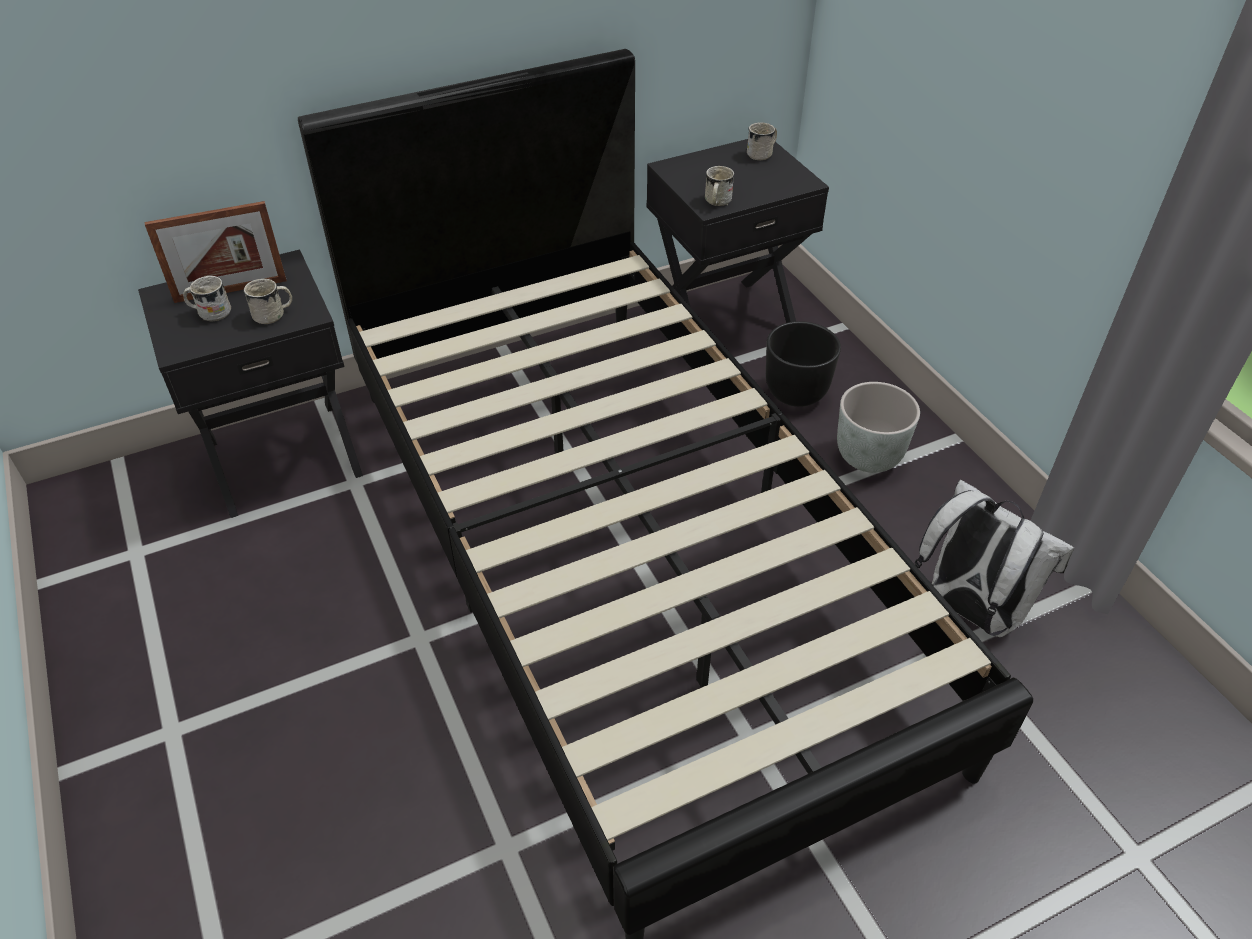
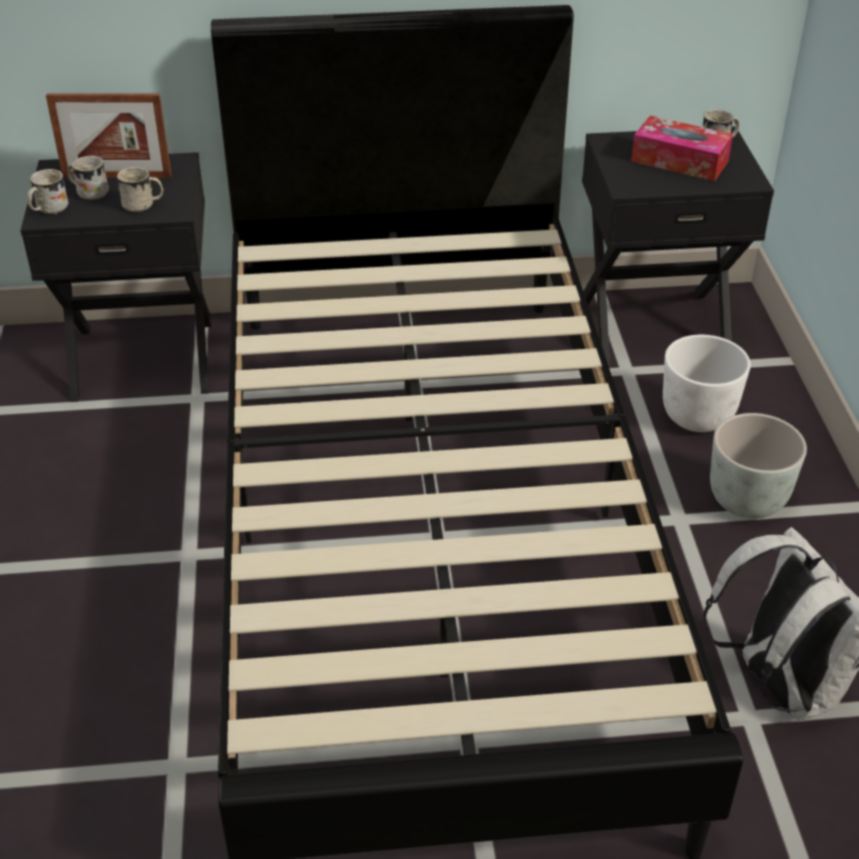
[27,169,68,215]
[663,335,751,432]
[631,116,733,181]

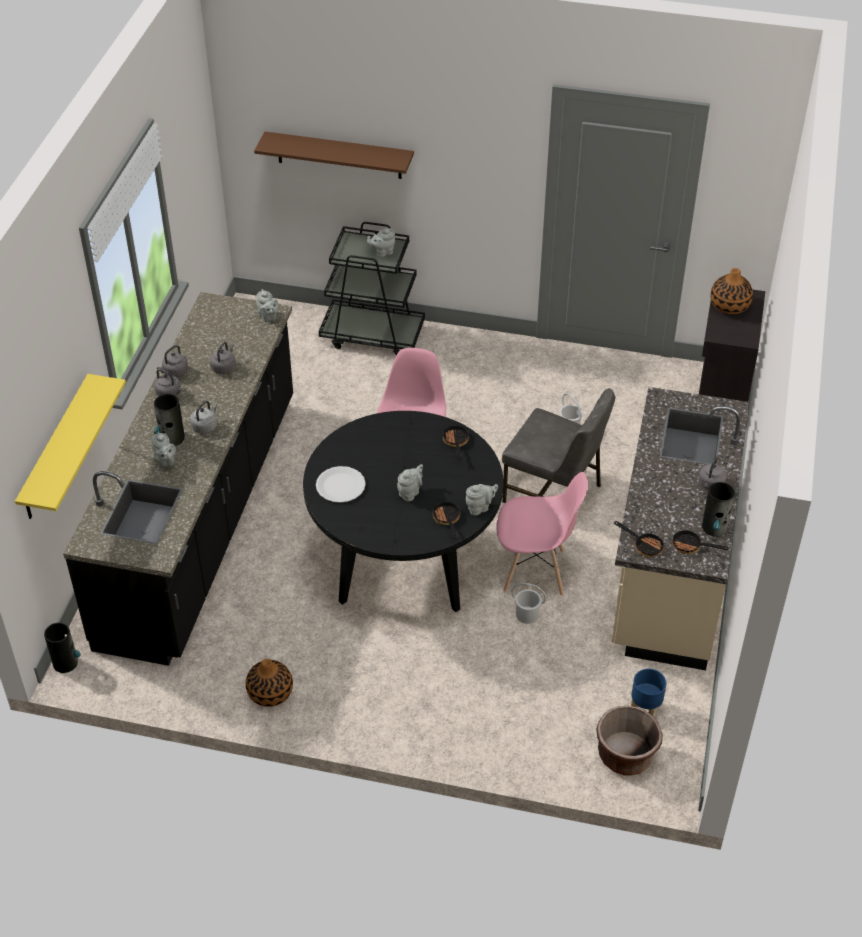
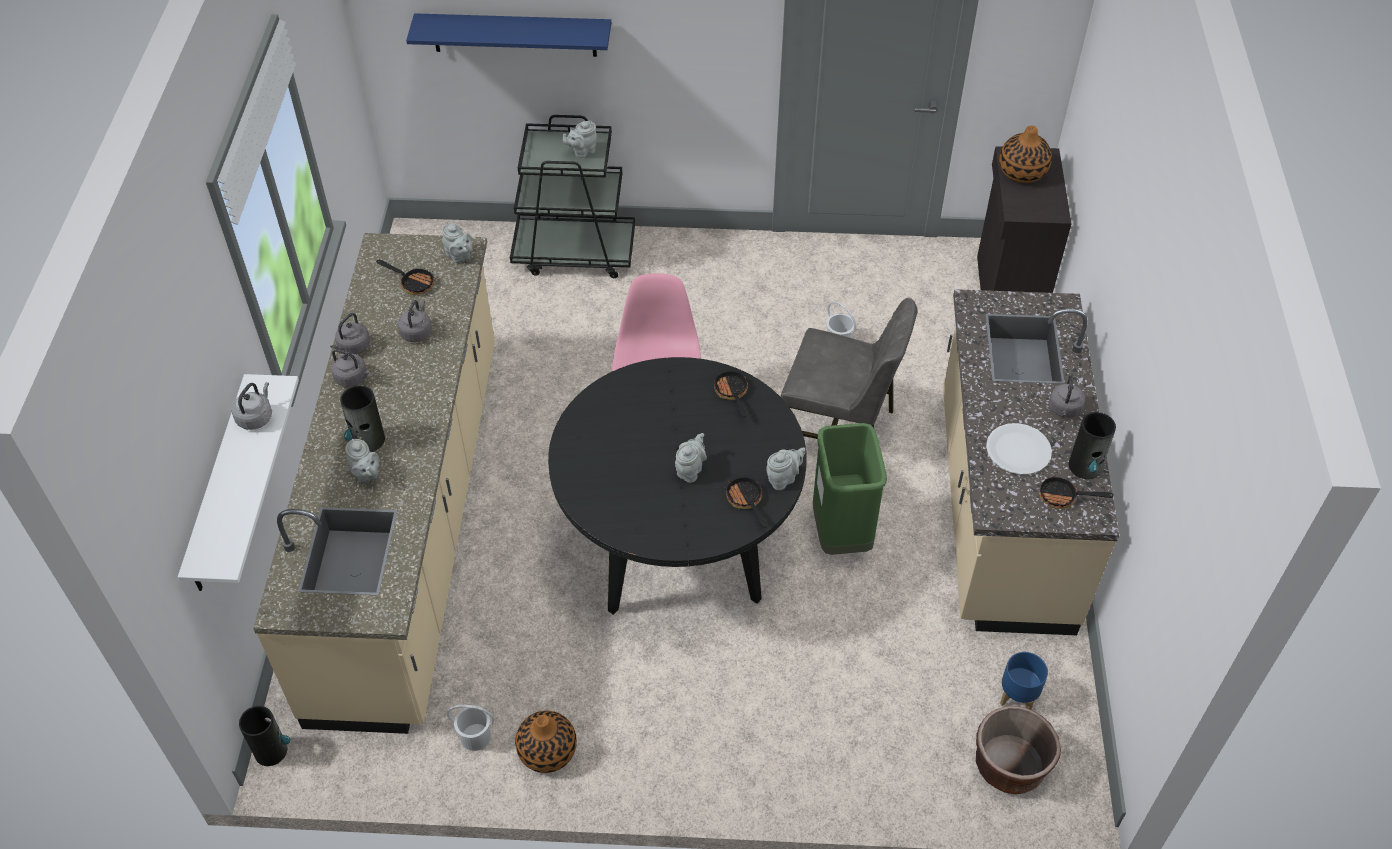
[406,13,611,57]
[253,233,495,734]
[178,374,299,591]
[231,382,272,430]
[986,423,1052,475]
[813,423,887,555]
[376,260,434,295]
[447,705,494,751]

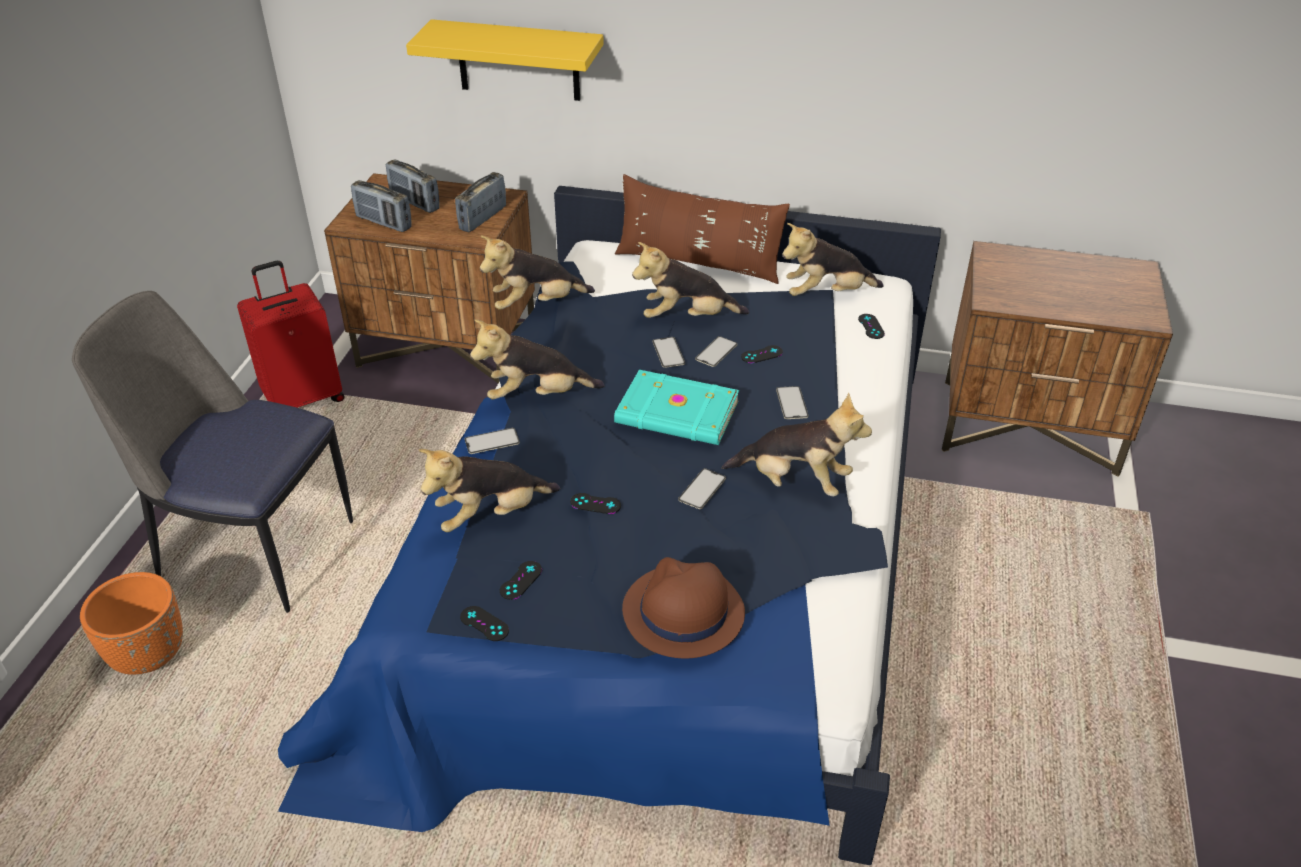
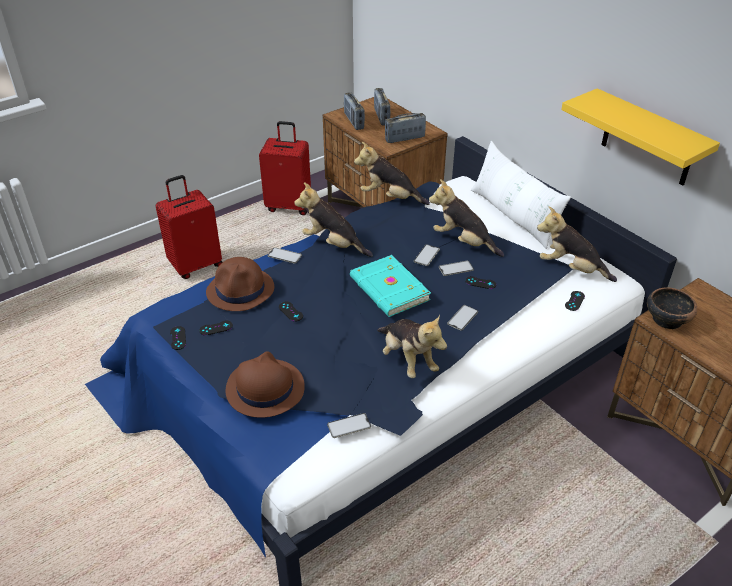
[561,88,720,186]
[471,141,571,249]
[156,175,223,279]
[206,257,274,311]
[327,413,371,438]
[80,572,183,675] (first image)
[647,287,697,329]

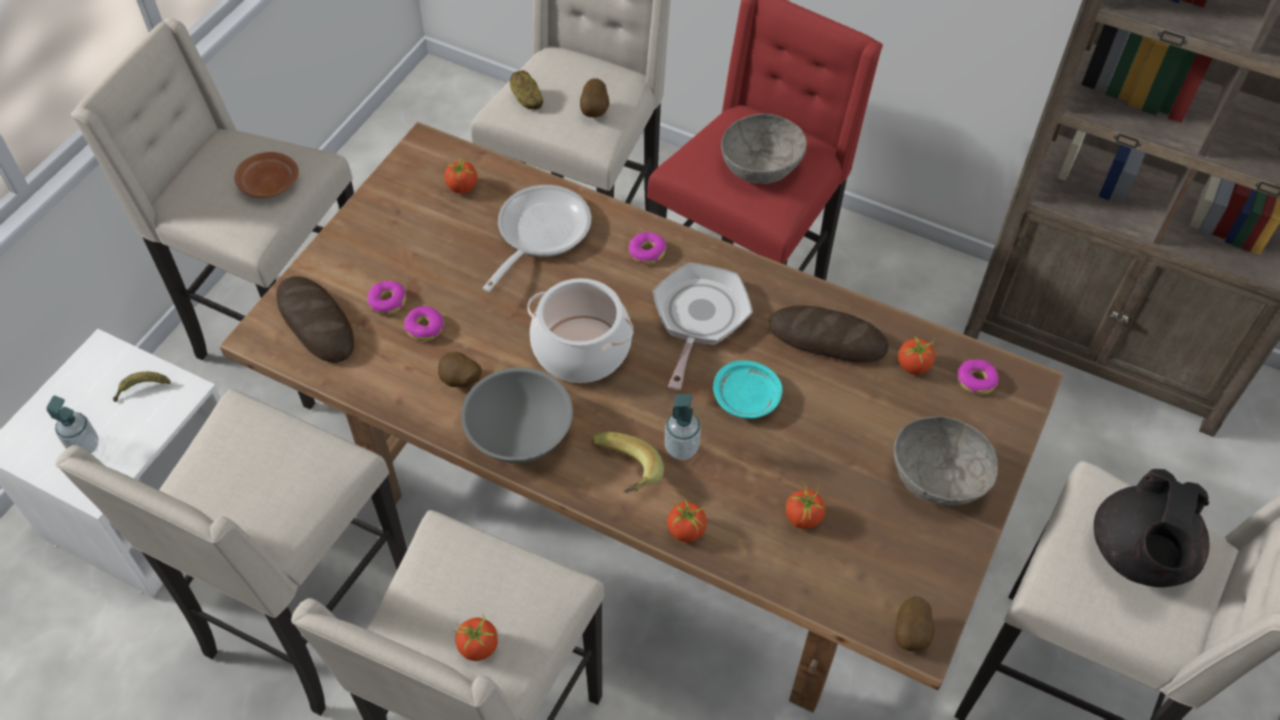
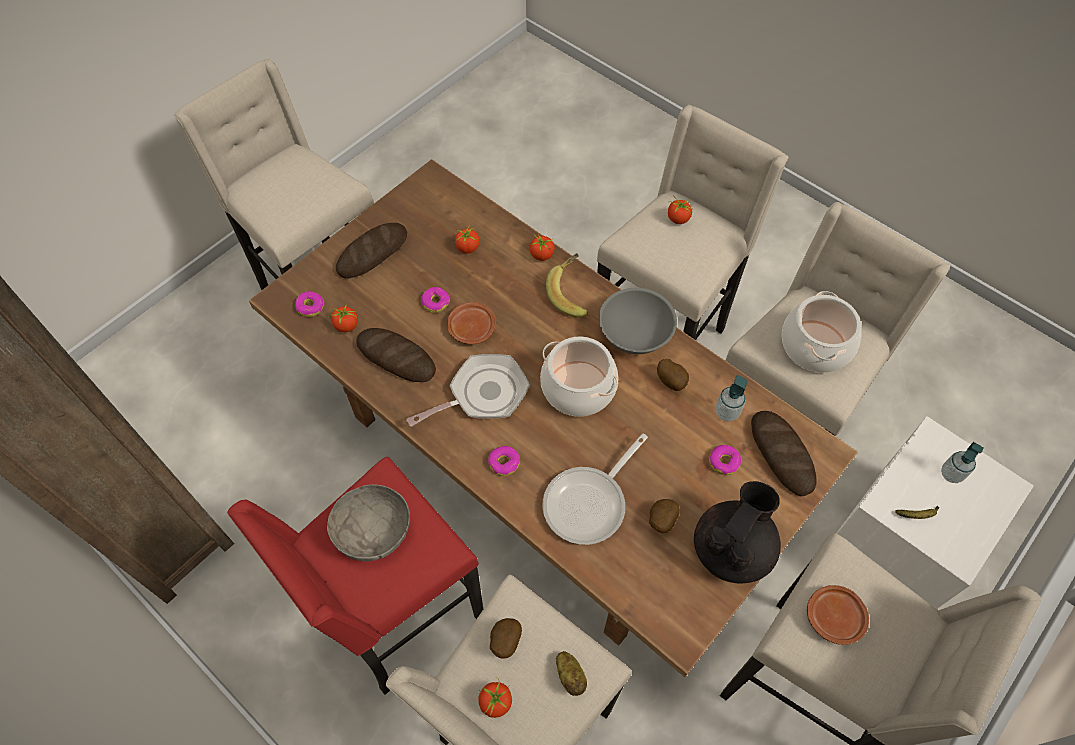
[478,677,512,718]
[406,354,530,427]
[421,287,450,313]
[447,302,496,344]
[715,375,748,422]
[336,223,407,279]
[694,481,781,584]
[649,499,680,533]
[782,291,861,373]

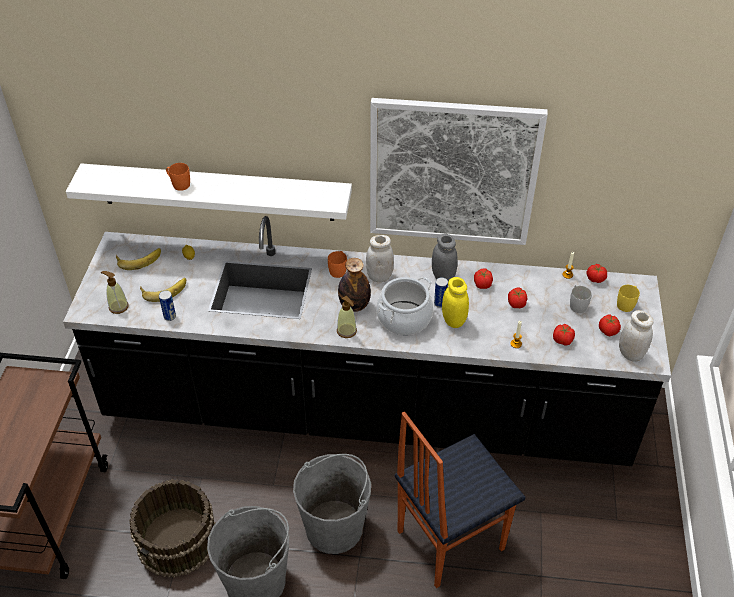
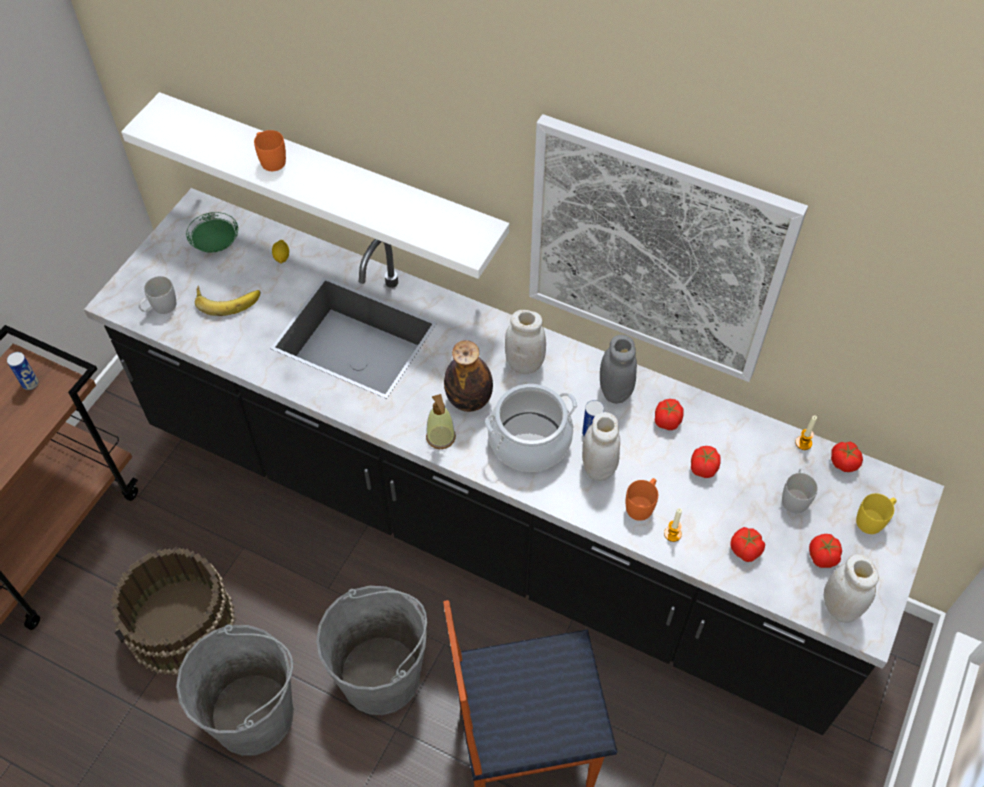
[186,212,238,253]
[626,478,658,521]
[139,276,176,314]
[582,412,620,481]
[7,352,38,390]

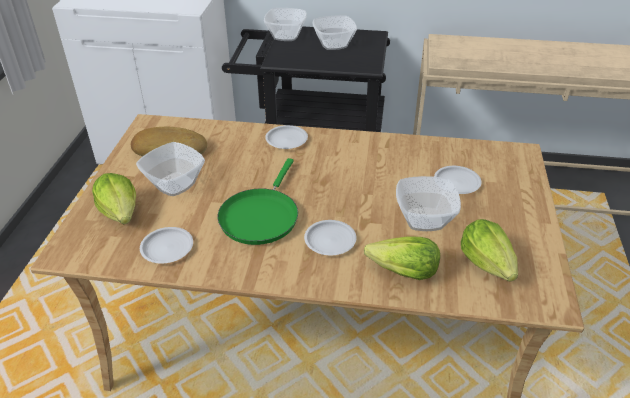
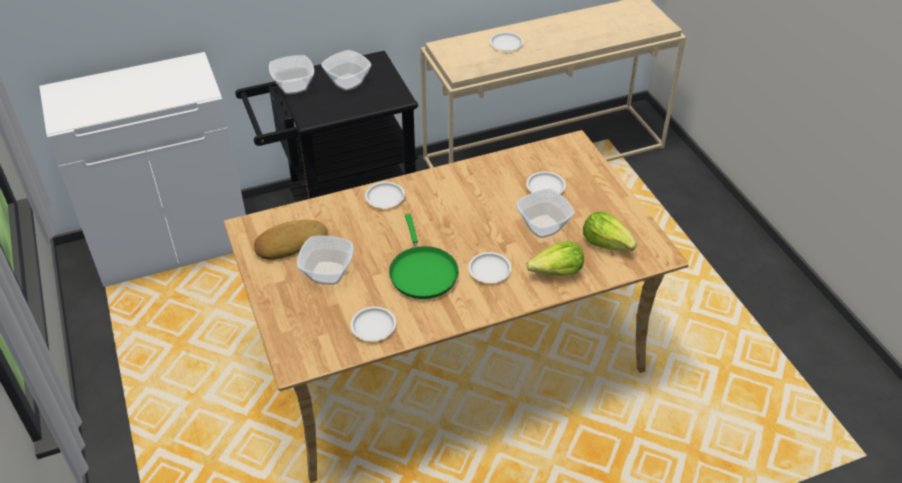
[92,173,136,224] (first image)
[490,32,523,51]

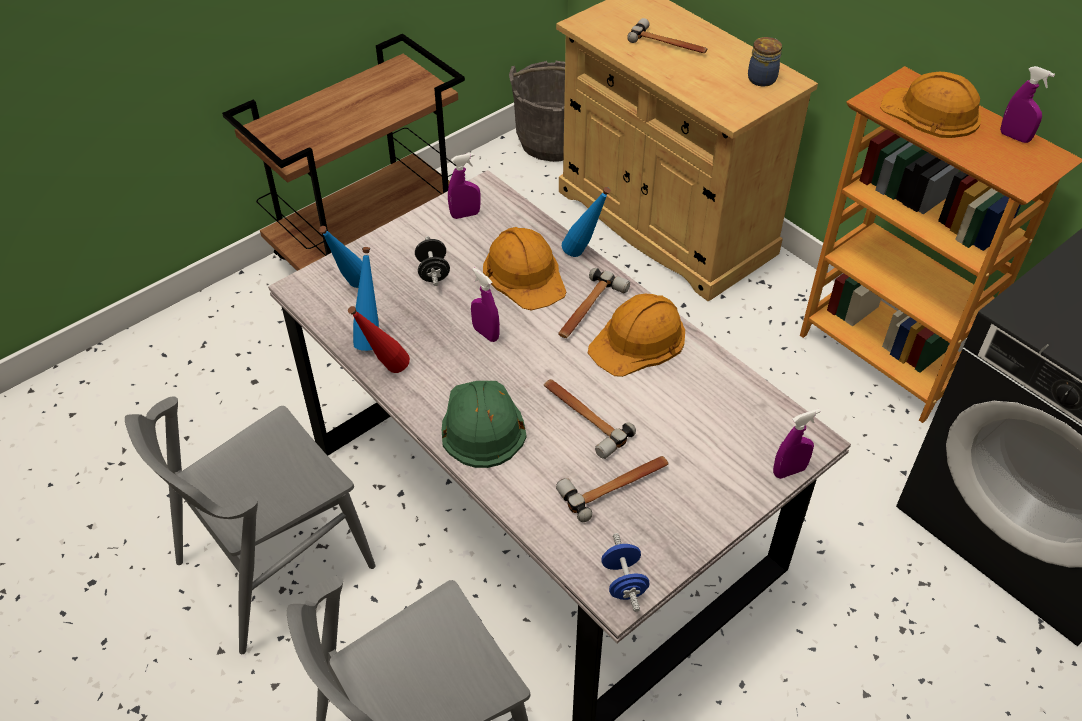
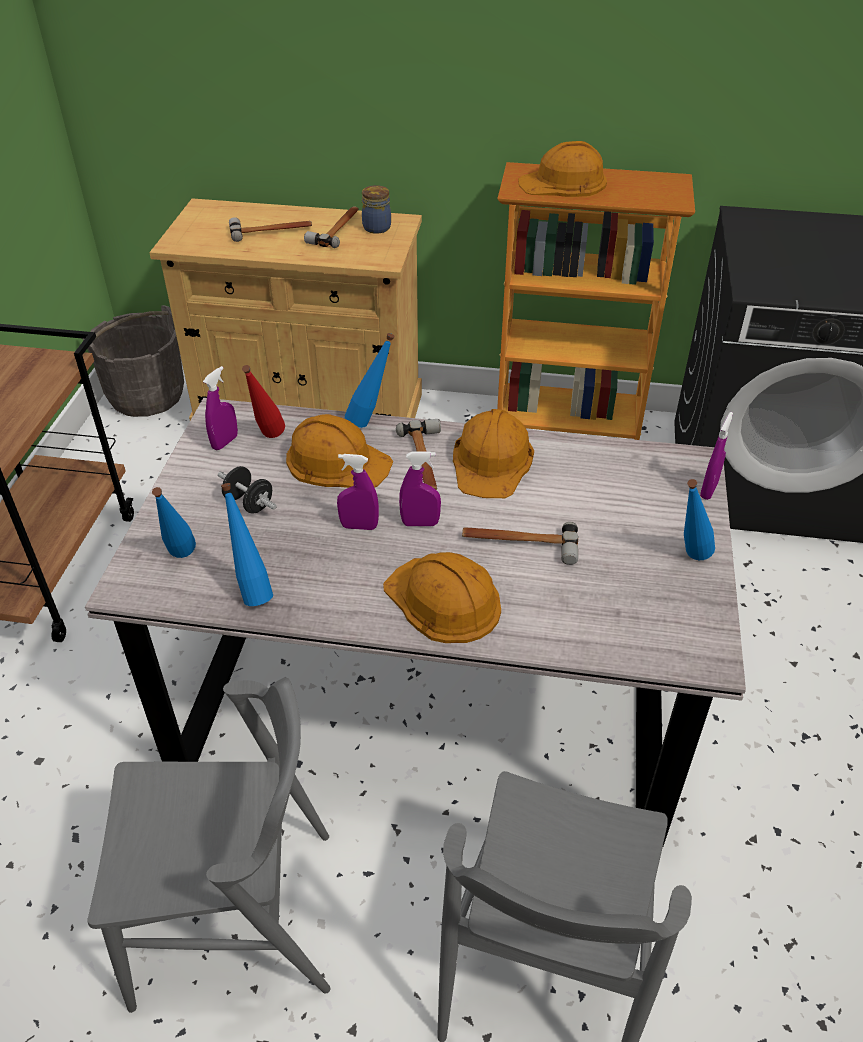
[399,451,441,526]
[242,365,285,438]
[383,552,501,643]
[87,677,331,1013]
[304,206,359,248]
[601,533,649,612] (first image)
[684,479,715,560]

